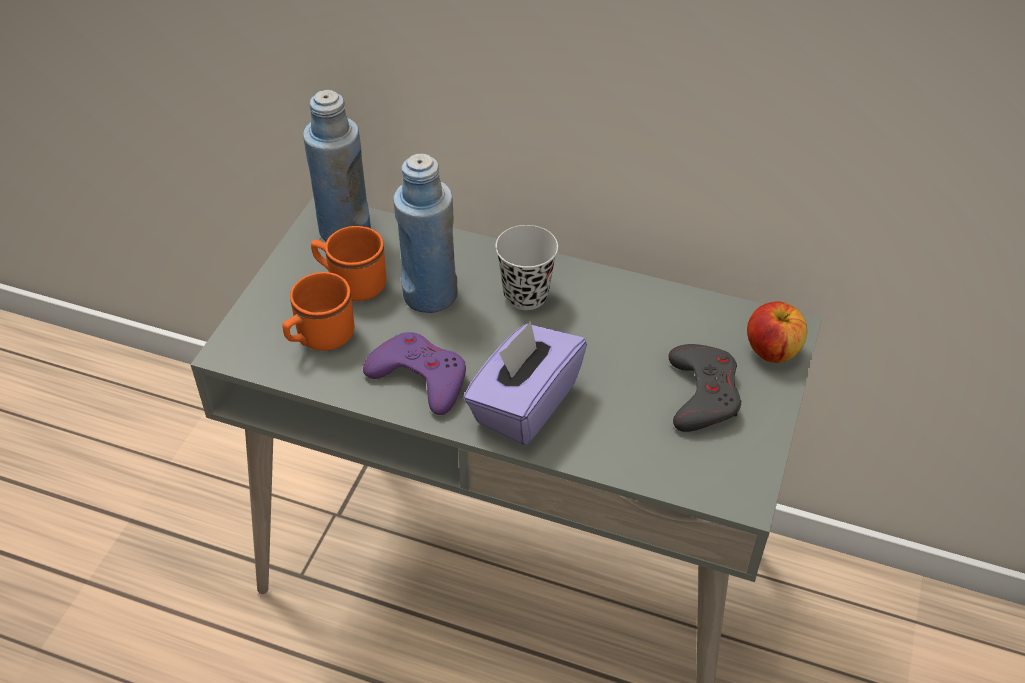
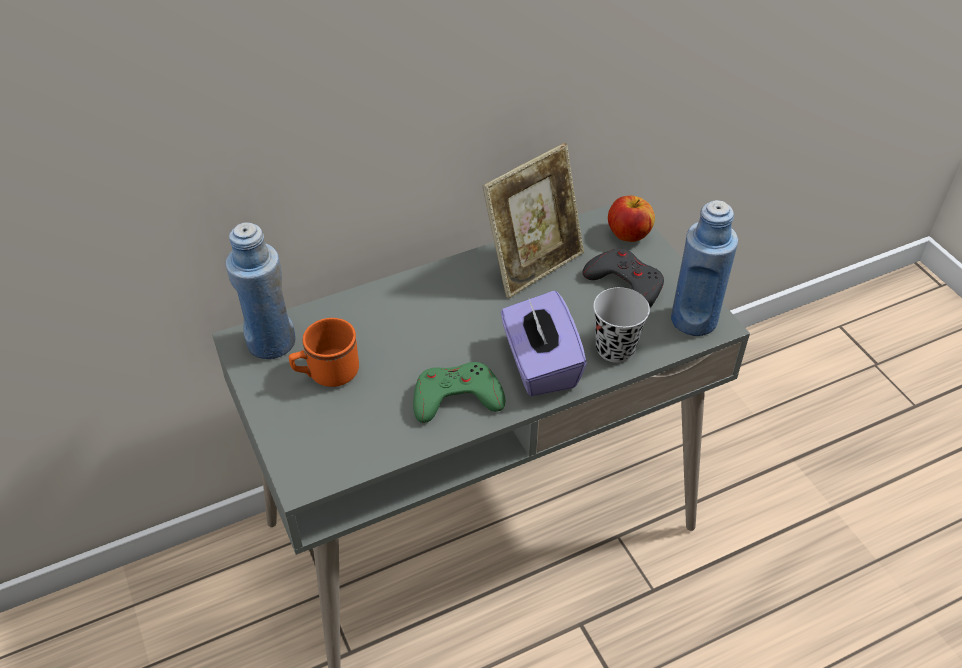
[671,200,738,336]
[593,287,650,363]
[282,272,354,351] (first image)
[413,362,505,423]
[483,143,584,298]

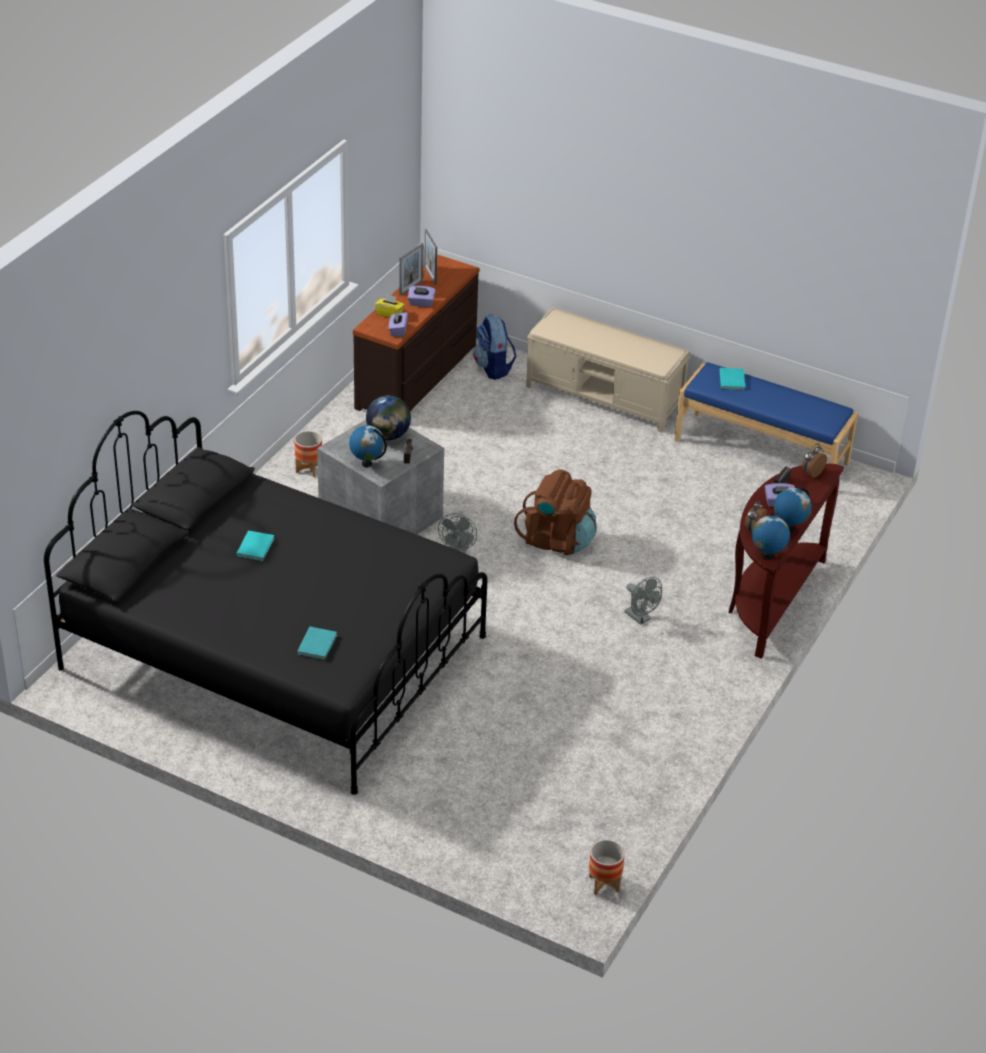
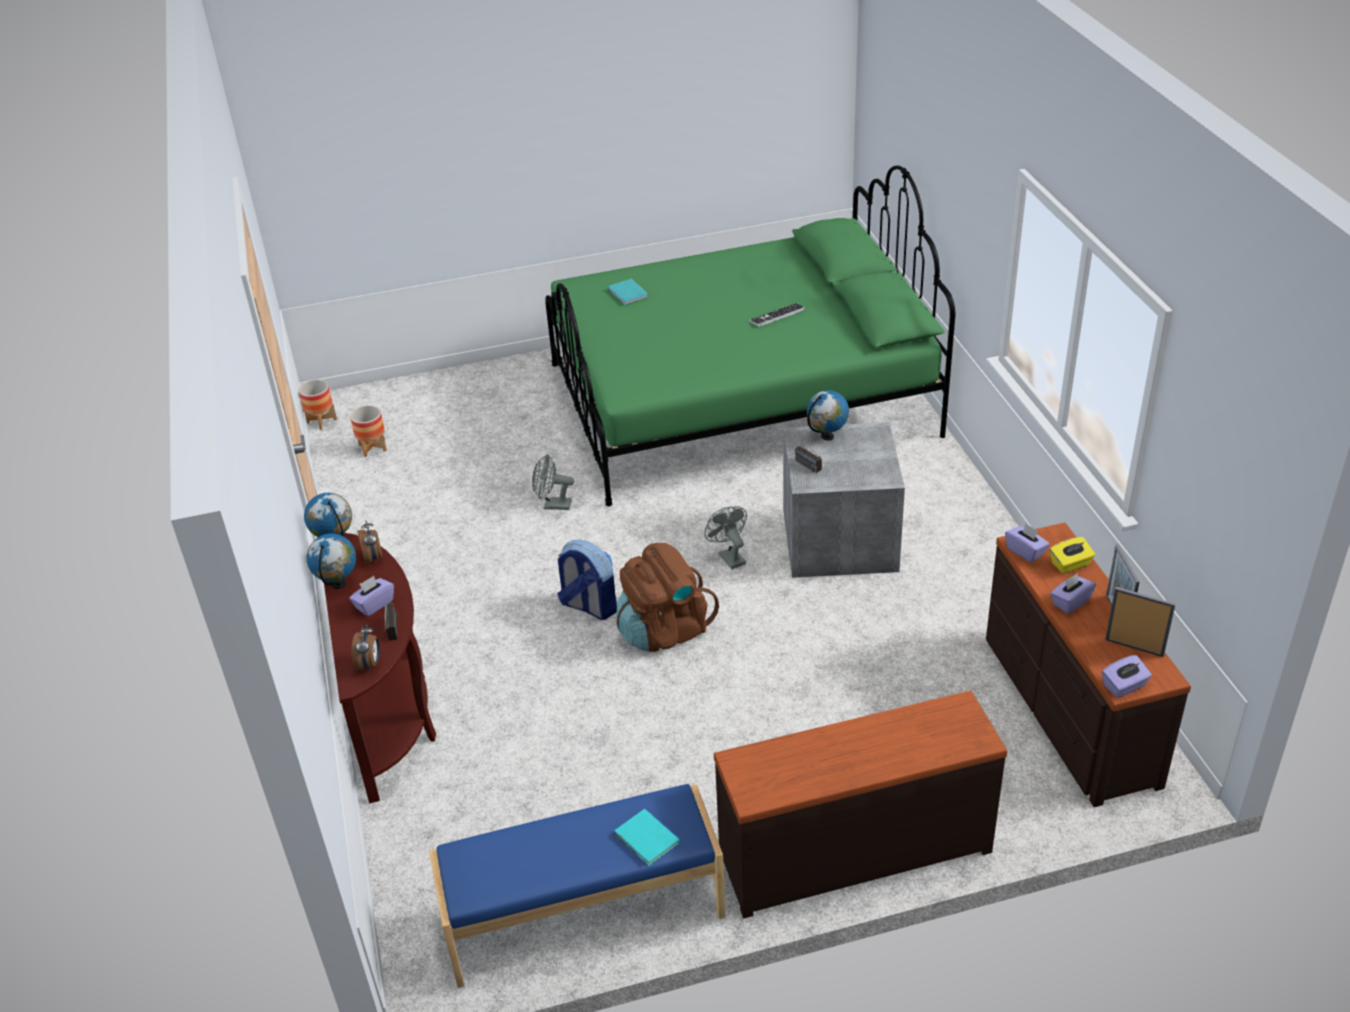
[714,690,1008,918]
[557,540,617,620]
[366,395,411,440] (first image)
[545,166,955,506]
[350,405,387,457]
[749,303,805,327]
[532,454,574,510]
[1102,655,1152,698]

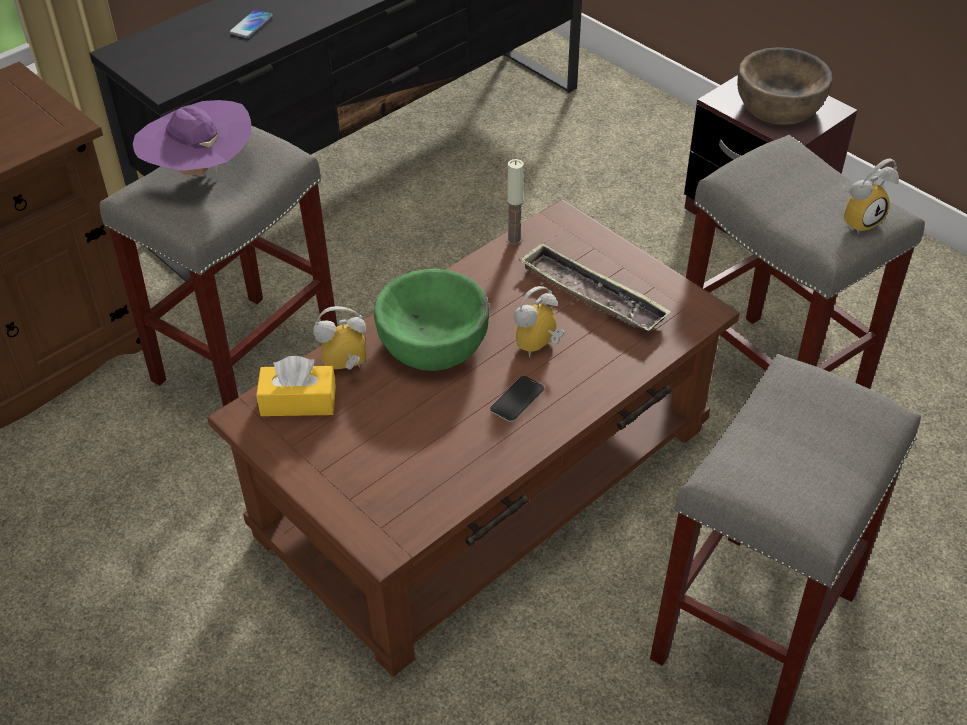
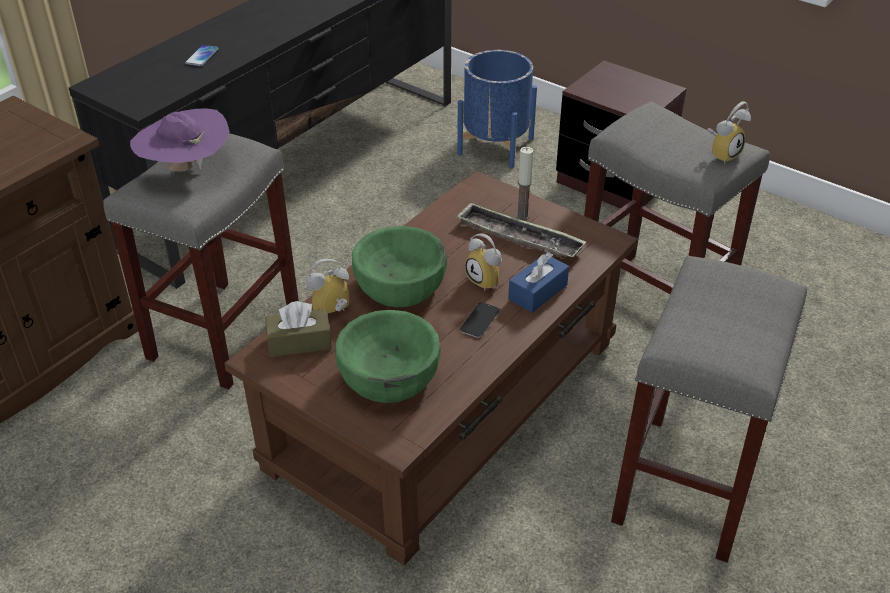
[737,47,832,125] (first image)
[516,147,533,220]
[465,234,502,291]
[265,301,332,357]
[457,50,537,168]
[508,252,569,313]
[335,310,441,403]

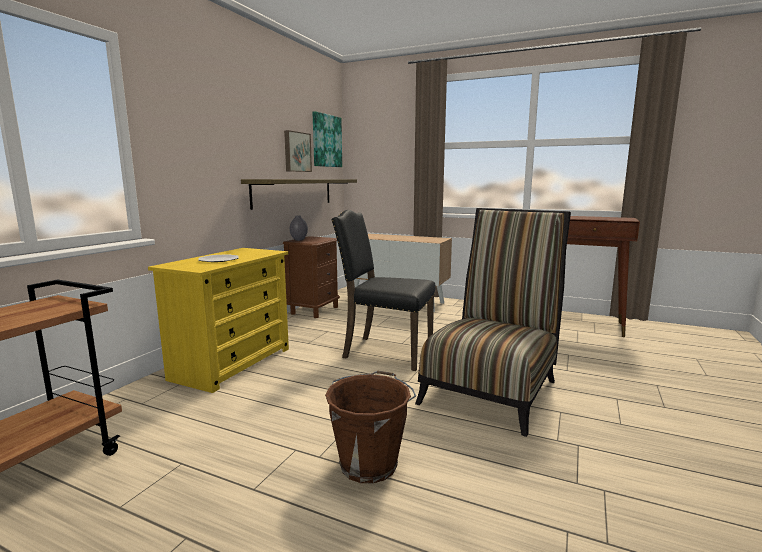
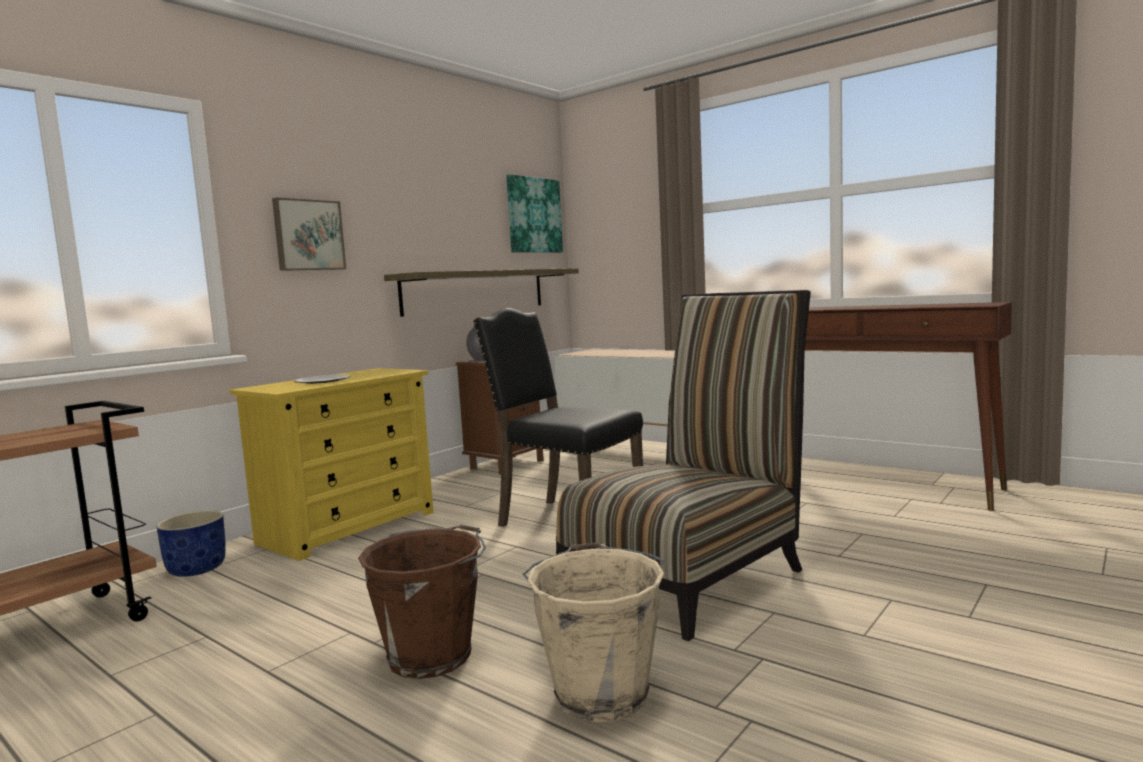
[272,198,346,271]
[156,510,226,577]
[523,542,664,722]

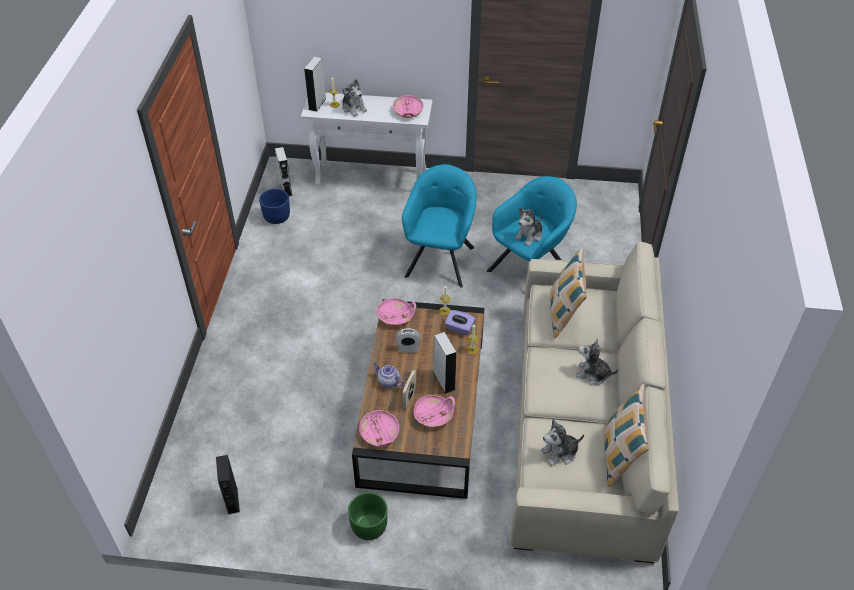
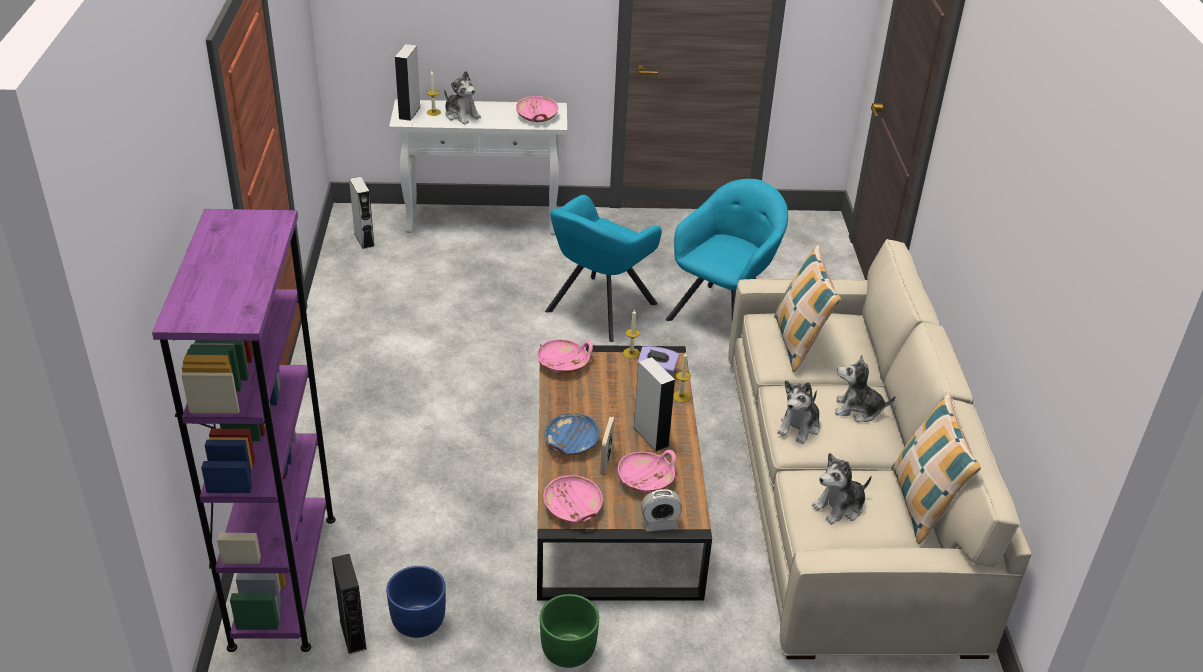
[545,195,662,342]
[386,566,446,638]
[777,380,820,444]
[641,489,682,531]
[544,413,600,455]
[152,209,336,652]

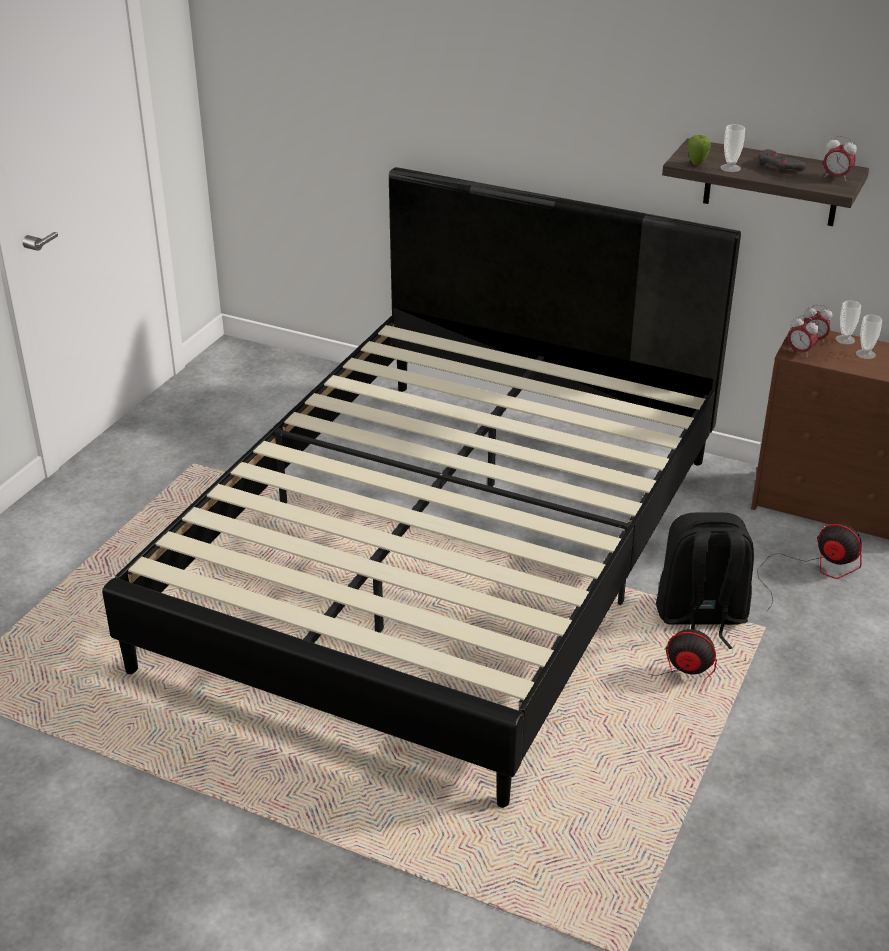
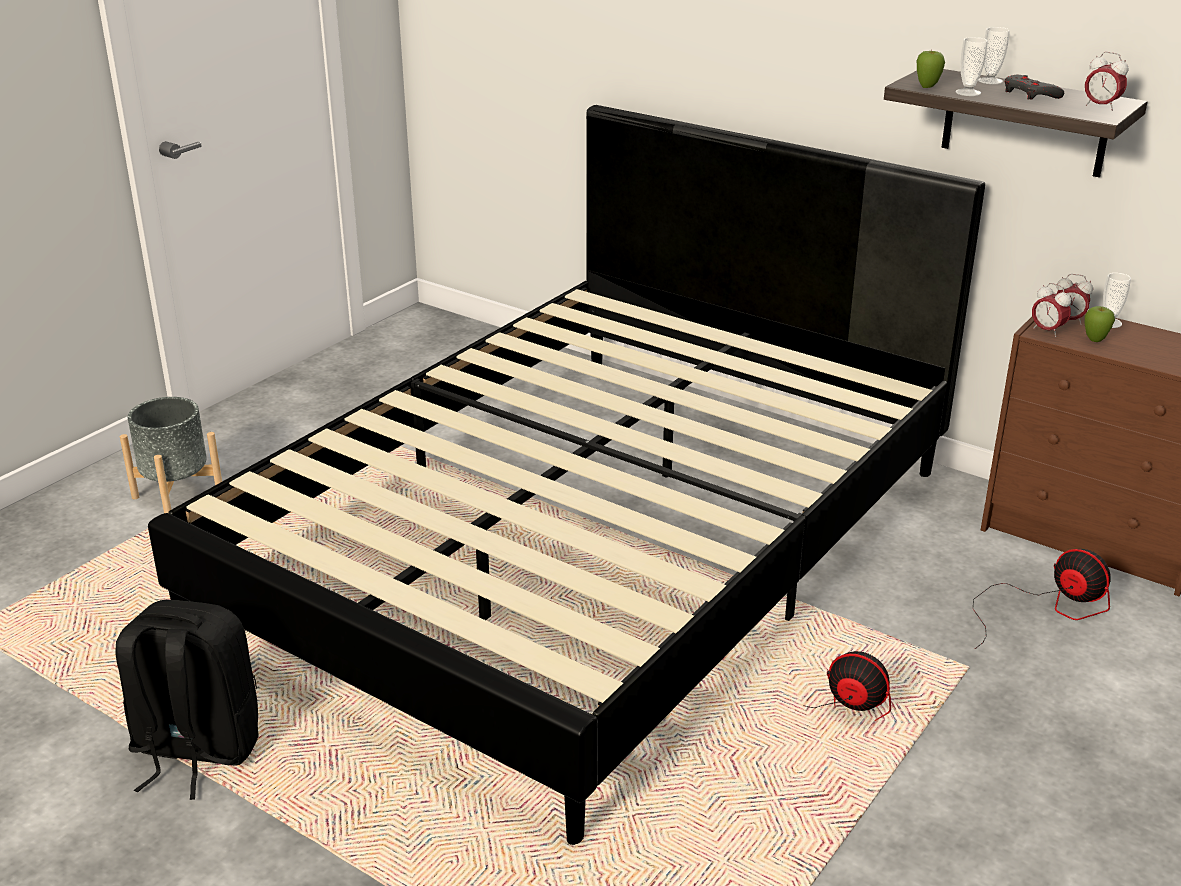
[978,27,1010,84]
[115,600,259,800]
[1085,306,1115,342]
[120,397,222,513]

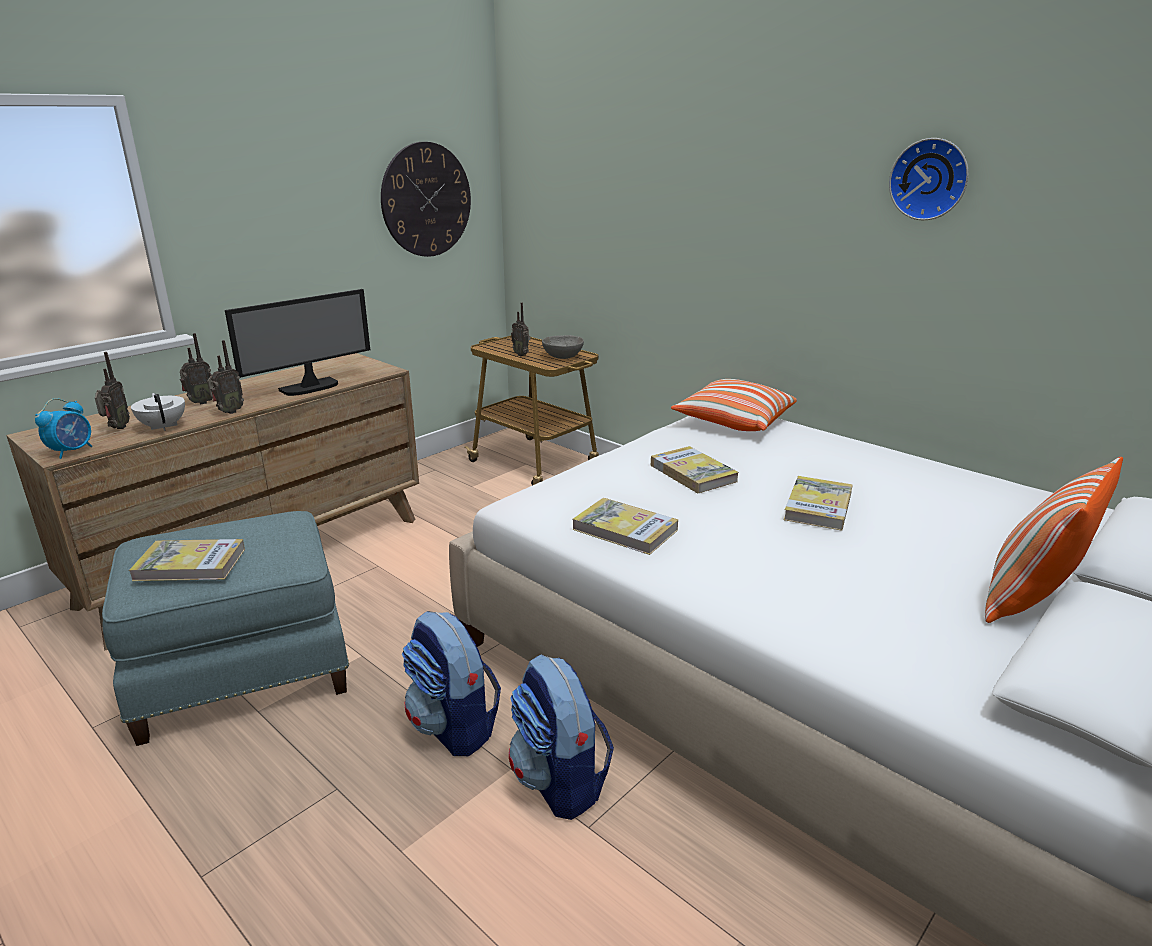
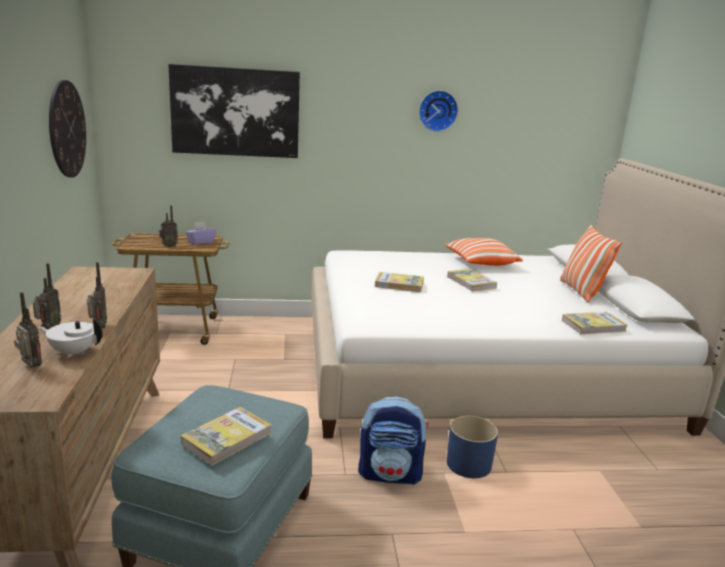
[225,289,370,396] (first image)
[186,221,216,245]
[444,238,523,266]
[35,398,92,459] (first image)
[562,312,627,334]
[447,416,498,478]
[168,64,300,158]

